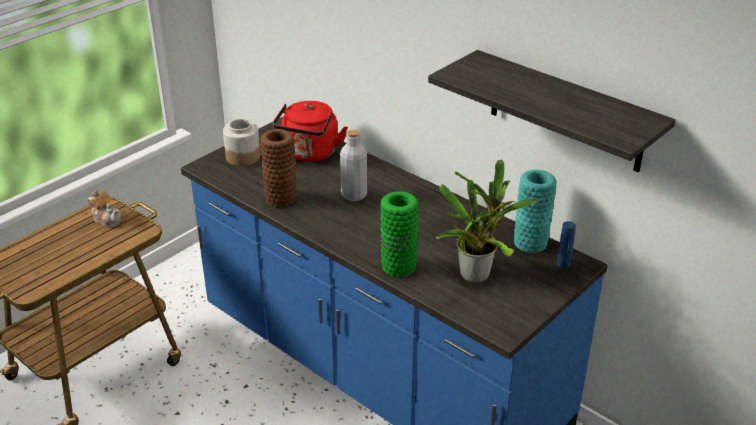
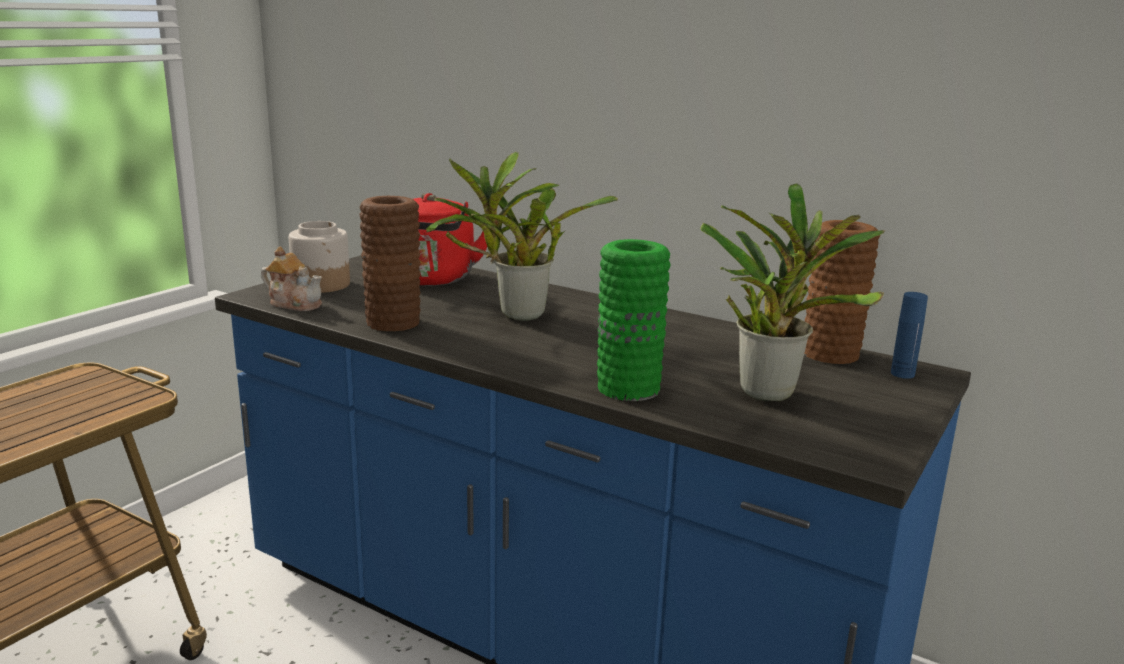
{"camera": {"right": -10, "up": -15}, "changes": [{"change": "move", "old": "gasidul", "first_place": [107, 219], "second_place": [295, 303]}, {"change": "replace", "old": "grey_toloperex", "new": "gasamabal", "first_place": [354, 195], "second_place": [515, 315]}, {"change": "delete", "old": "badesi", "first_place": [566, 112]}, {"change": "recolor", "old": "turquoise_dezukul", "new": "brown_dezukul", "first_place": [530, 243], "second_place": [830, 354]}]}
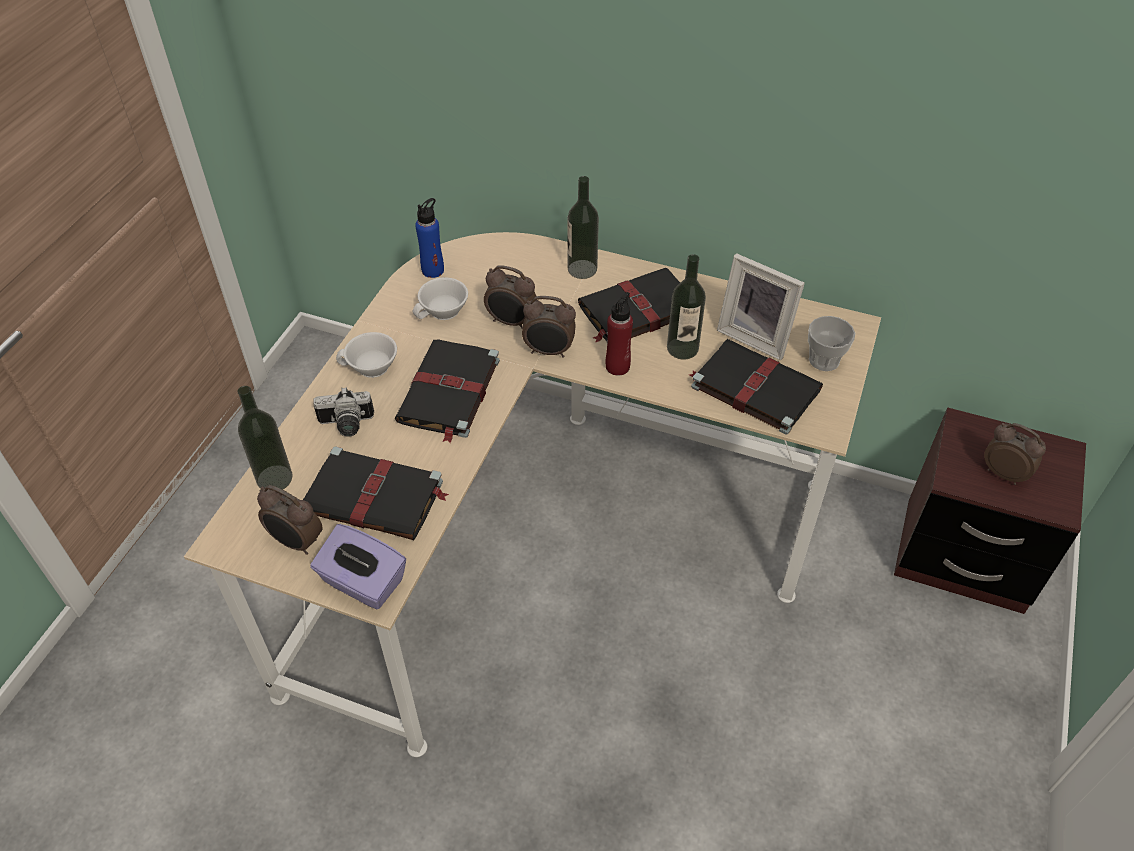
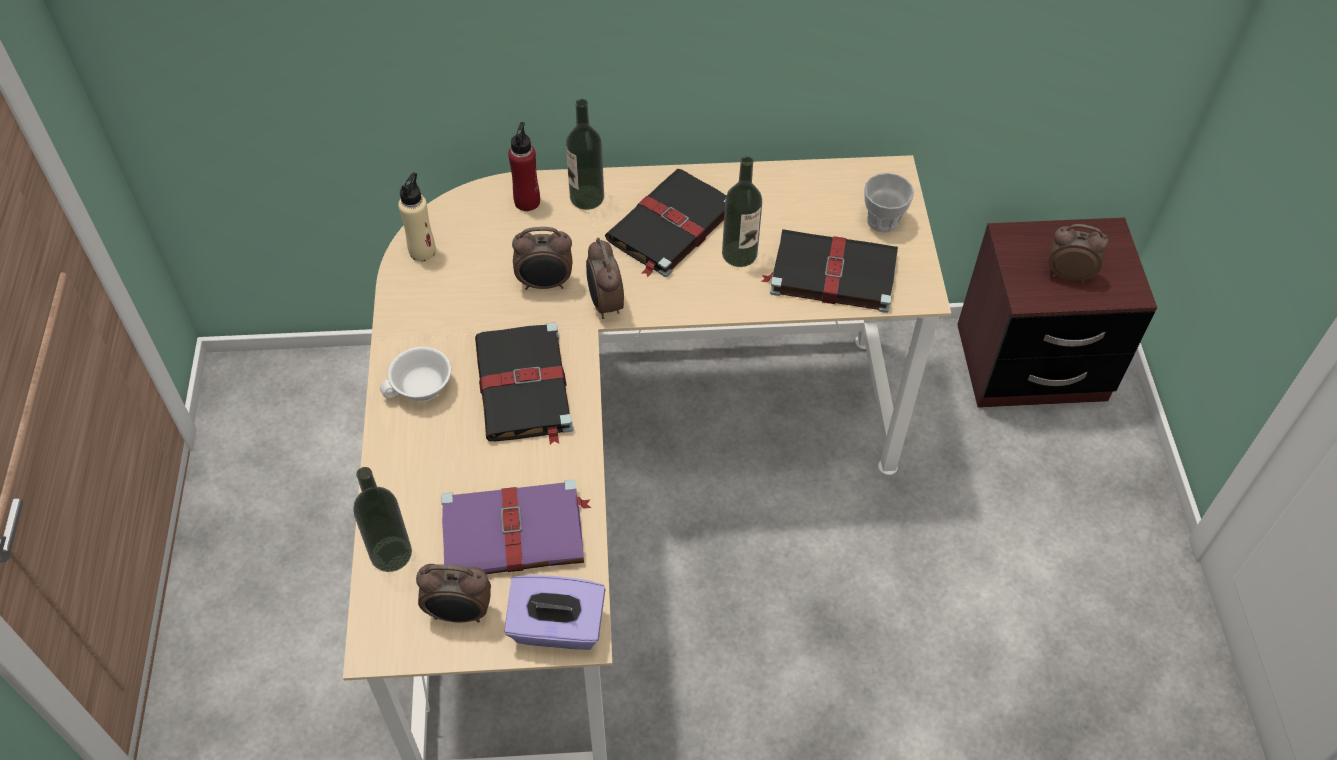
{"camera": {"right": -25, "up": 5}, "changes": [{"change": "recolor", "old": "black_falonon", "new": "purple_falonon", "first_place": [376, 498], "second_place": [515, 532]}, {"change": "delete", "old": "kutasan", "first_place": [346, 425]}, {"change": "delete", "old": "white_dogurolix", "first_place": [444, 312]}, {"change": "recolor", "old": "blue_toloperex", "new": "beige_toloperex", "first_place": [433, 270], "second_place": [422, 251]}, {"change": "rotate", "old": "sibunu", "first_place": [549, 351], "second_place": [605, 304], "degrees": 90}, {"change": "move", "old": "red_toloperex", "first_place": [617, 366], "second_place": [527, 201]}, {"change": "delete", "old": "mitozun", "first_place": [756, 336]}]}
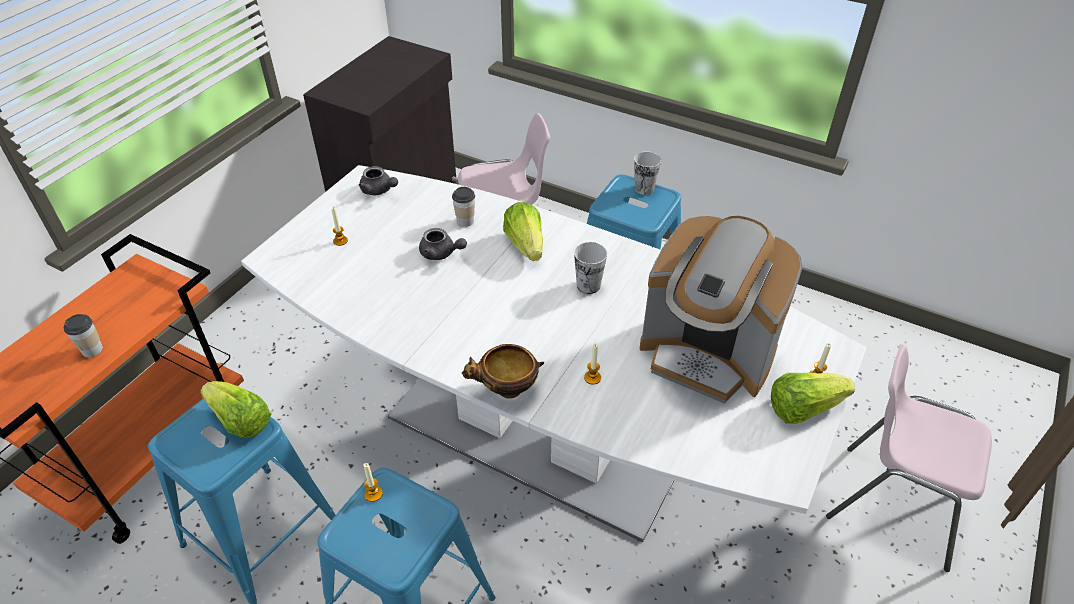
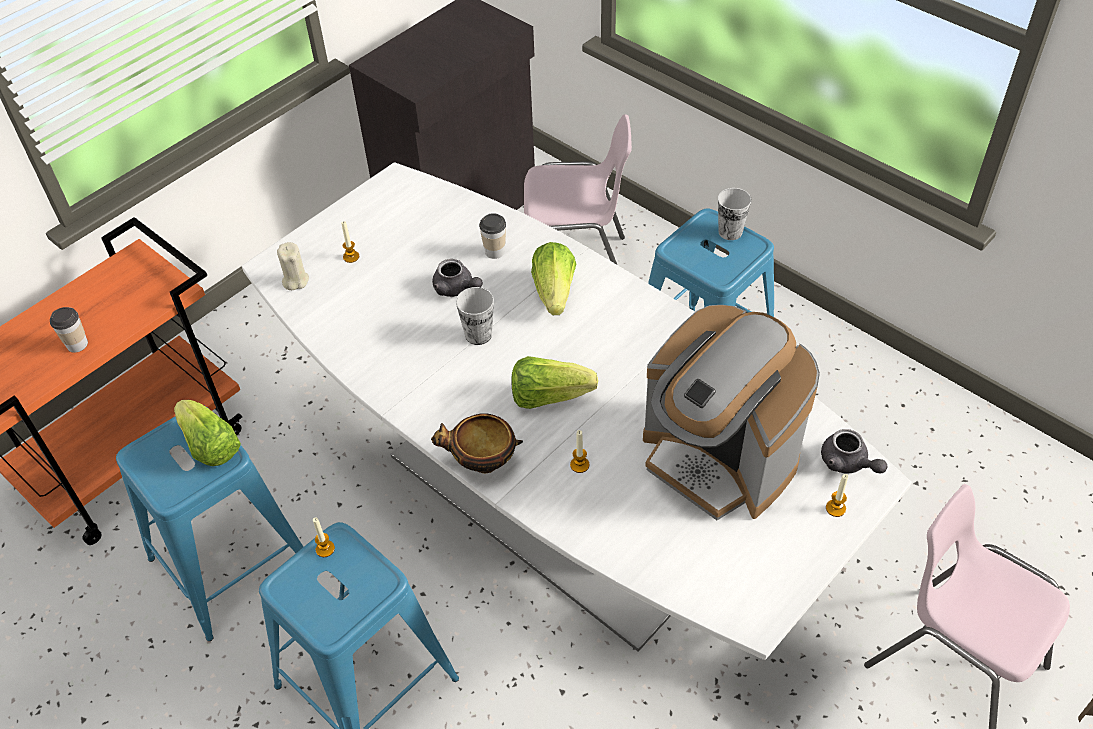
{"camera": {"right": 15, "up": 5}, "changes": [{"change": "move", "old": "grey_gasidul", "first_place": [379, 190], "second_place": [848, 463]}, {"change": "move", "old": "dogurolix", "first_place": [588, 285], "second_place": [478, 335]}, {"change": "move", "old": "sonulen", "first_place": [803, 408], "second_place": [549, 396]}, {"change": "insert", "new": "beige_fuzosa", "second_place": [295, 280]}]}
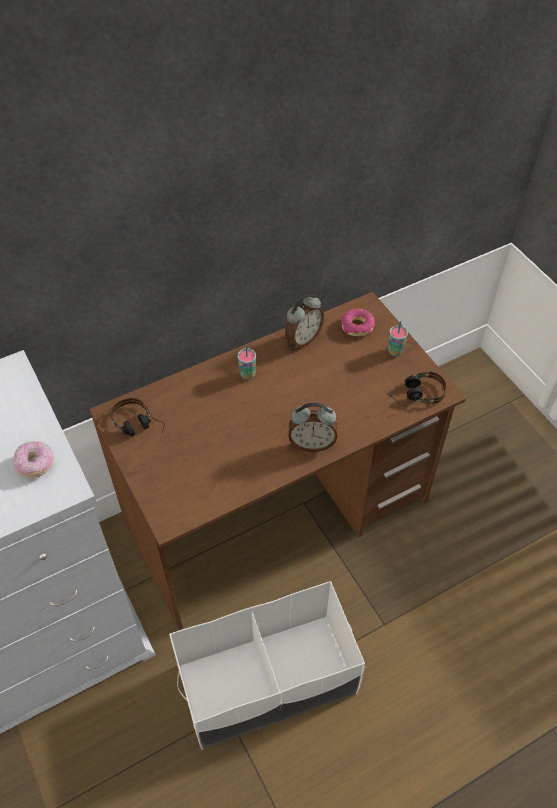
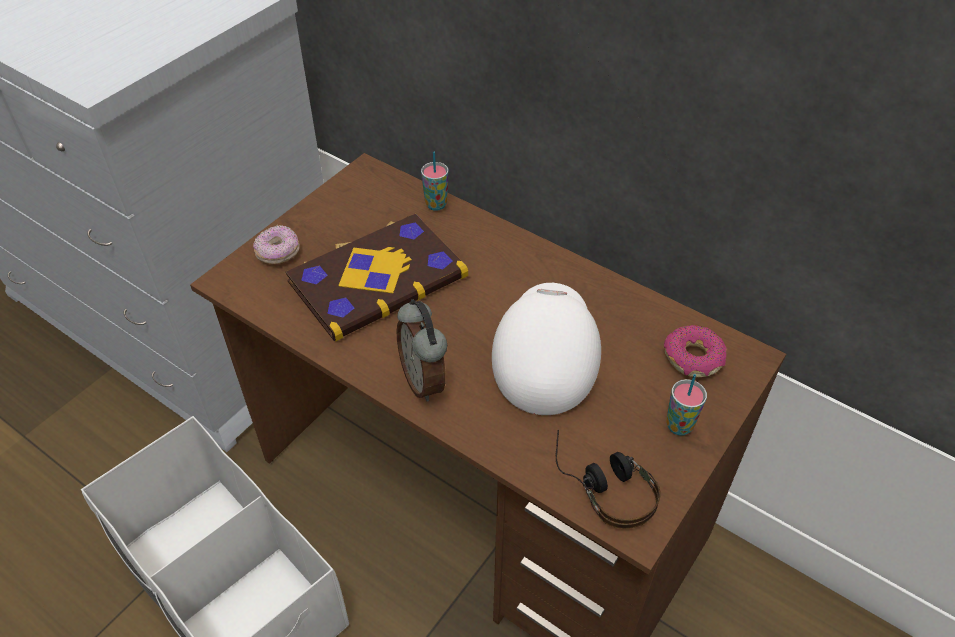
{"camera": {"right": 65, "up": -5}, "changes": [{"change": "move", "old": "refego", "first_place": [36, 464], "second_place": [278, 253]}, {"change": "delete", "old": "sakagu", "first_place": [139, 427]}, {"change": "move", "old": "dogurolix", "first_place": [247, 374], "second_place": [436, 204]}, {"change": "delete", "old": "sibunu", "first_place": [303, 338]}, {"change": "insert", "new": "falonon", "second_place": [376, 278]}, {"change": "insert", "new": "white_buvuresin", "second_place": [543, 361]}]}
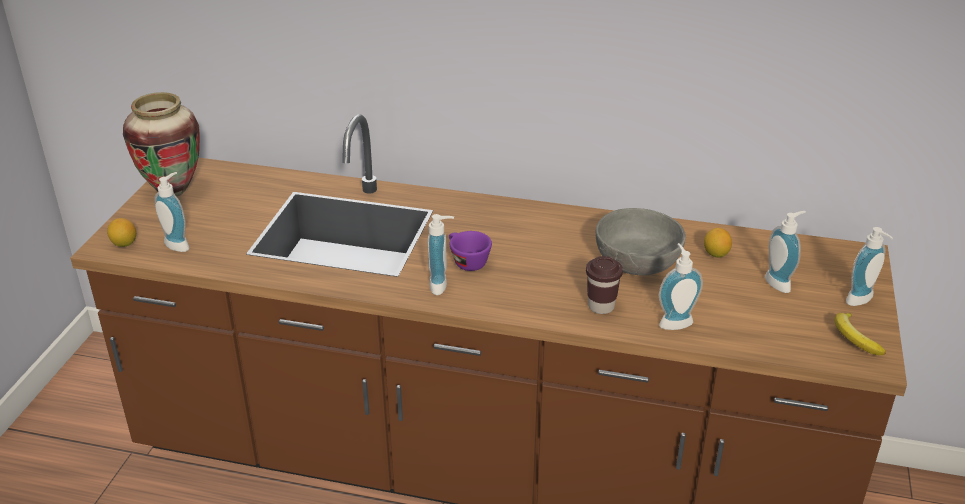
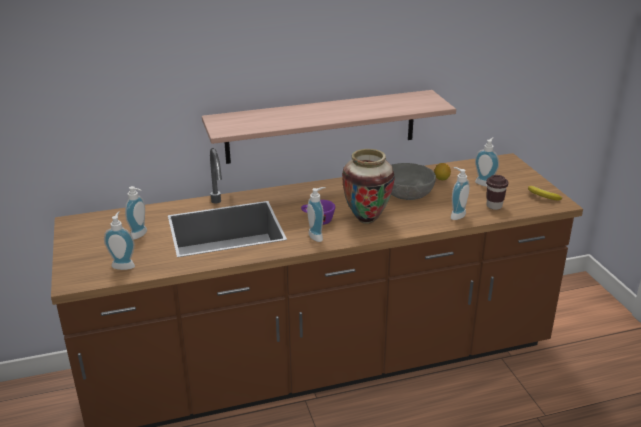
{"camera": {"right": -30, "up": -5}, "changes": [{"change": "delete", "old": "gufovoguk", "first_place": [124, 244]}, {"change": "move", "old": "dezukul", "first_place": [173, 191], "second_place": [366, 219]}, {"change": "move", "old": "brown_dogurolix", "first_place": [601, 306], "second_place": [494, 206]}, {"change": "move", "old": "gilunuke", "first_place": [862, 301], "second_place": [141, 235]}, {"change": "insert", "new": "badesi", "second_place": [321, 126]}]}
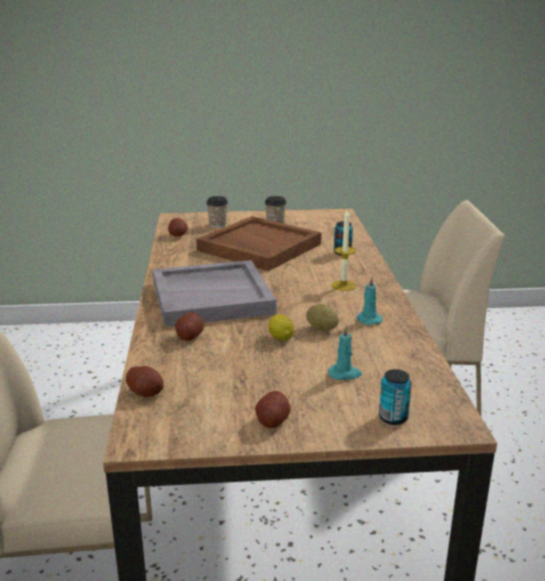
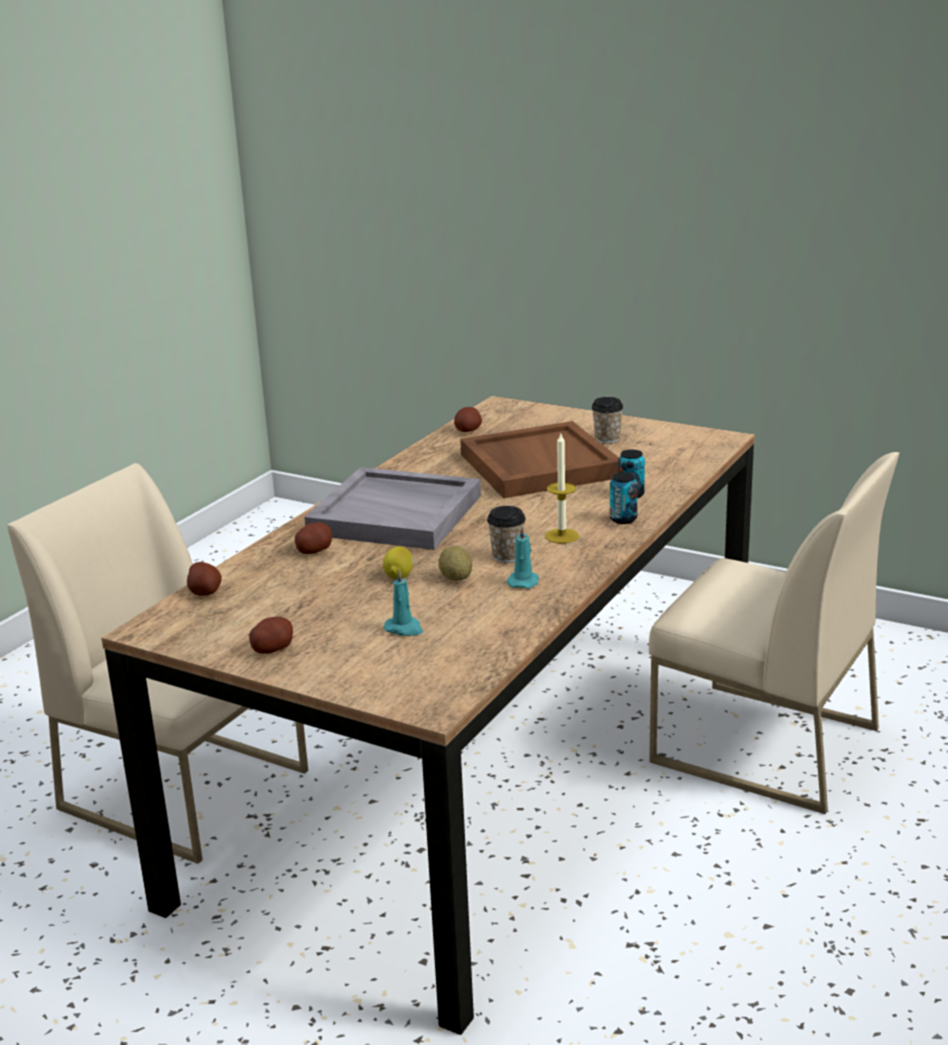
{"camera": {"right": 35, "up": 0}, "changes": [{"change": "move", "old": "dogurolix", "first_place": [217, 225], "second_place": [507, 556]}, {"change": "move", "old": "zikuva", "first_place": [393, 418], "second_place": [623, 519]}]}
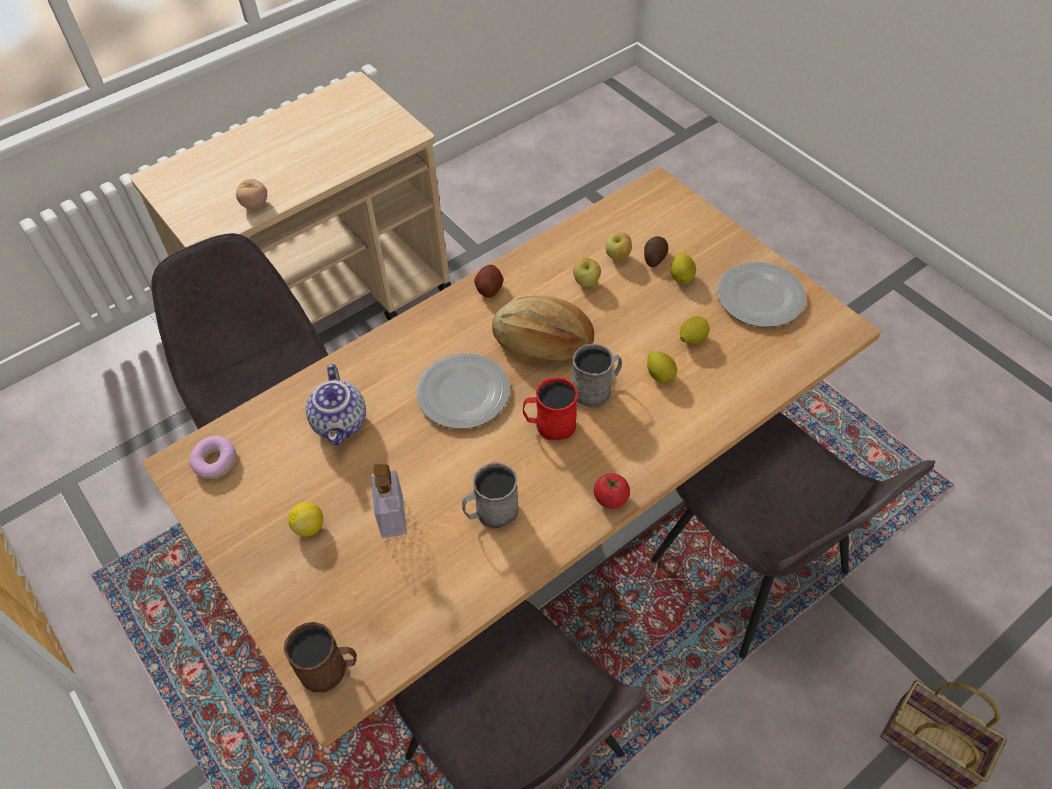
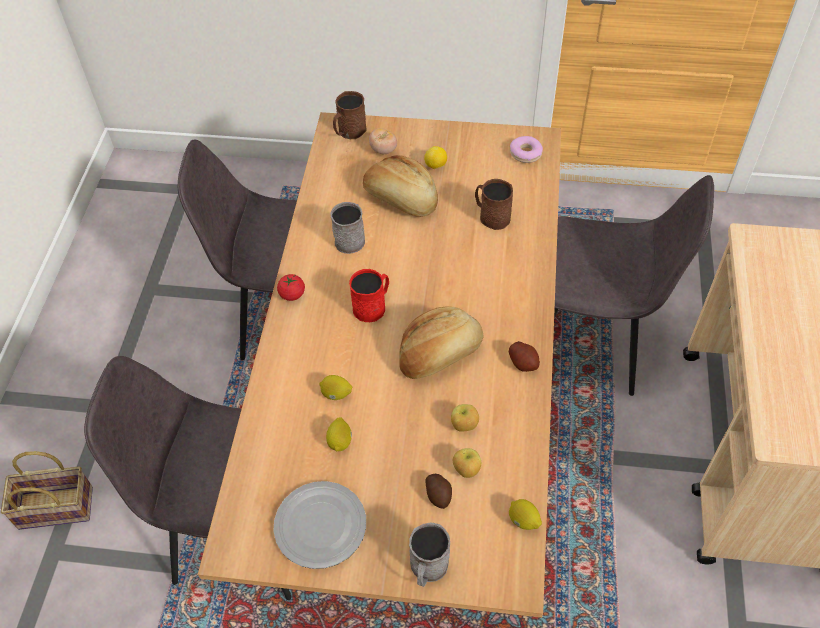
{"camera": {"right": 135, "up": 0}, "changes": [{"change": "move", "old": "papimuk", "first_place": [255, 204], "second_place": [383, 150]}, {"change": "replace", "old": "gasidul", "new": "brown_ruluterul", "first_place": [341, 423], "second_place": [491, 216]}, {"change": "replace", "old": "gilunuke", "new": "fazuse", "first_place": [392, 516], "second_place": [401, 199]}, {"change": "delete", "old": "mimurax", "first_place": [462, 392]}, {"change": "move", "old": "grey_ruluterul", "first_place": [596, 389], "second_place": [428, 568]}, {"change": "move", "old": "gufovoguk", "first_place": [682, 277], "second_place": [523, 520]}]}
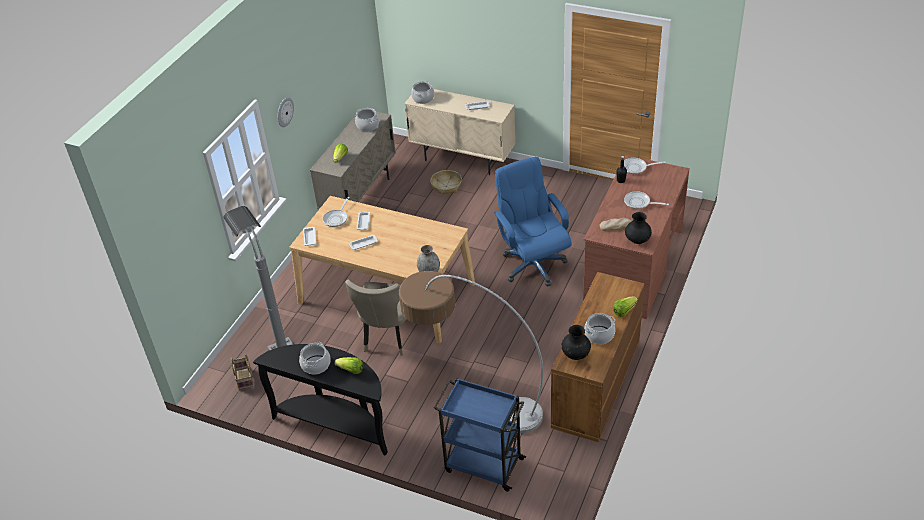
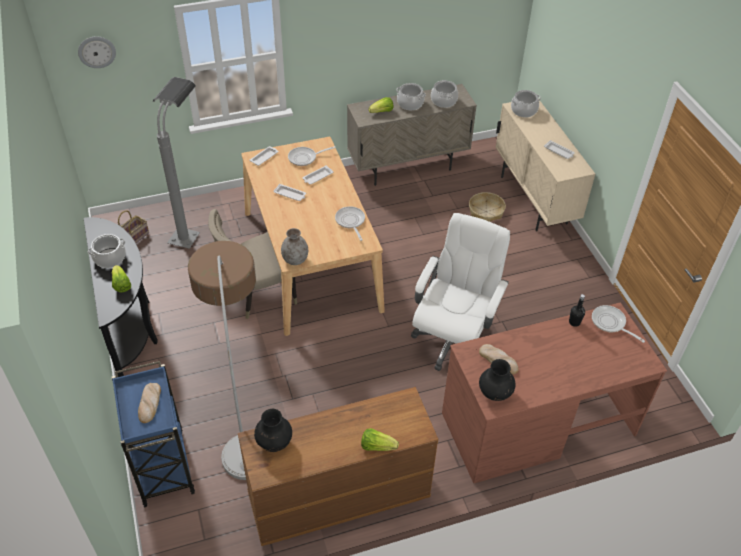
{"camera": {"right": 45, "up": 5}, "changes": [{"change": "move", "old": "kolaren", "first_place": [284, 112], "second_place": [96, 51]}, {"change": "recolor", "old": "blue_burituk", "new": "white_burituk", "first_place": [532, 264], "second_place": [452, 339]}, {"change": "move", "old": "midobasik", "first_place": [599, 335], "second_place": [410, 103]}, {"change": "move", "old": "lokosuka", "first_place": [639, 203], "second_place": [350, 222]}, {"change": "insert", "new": "fazuse", "second_place": [150, 404]}]}
